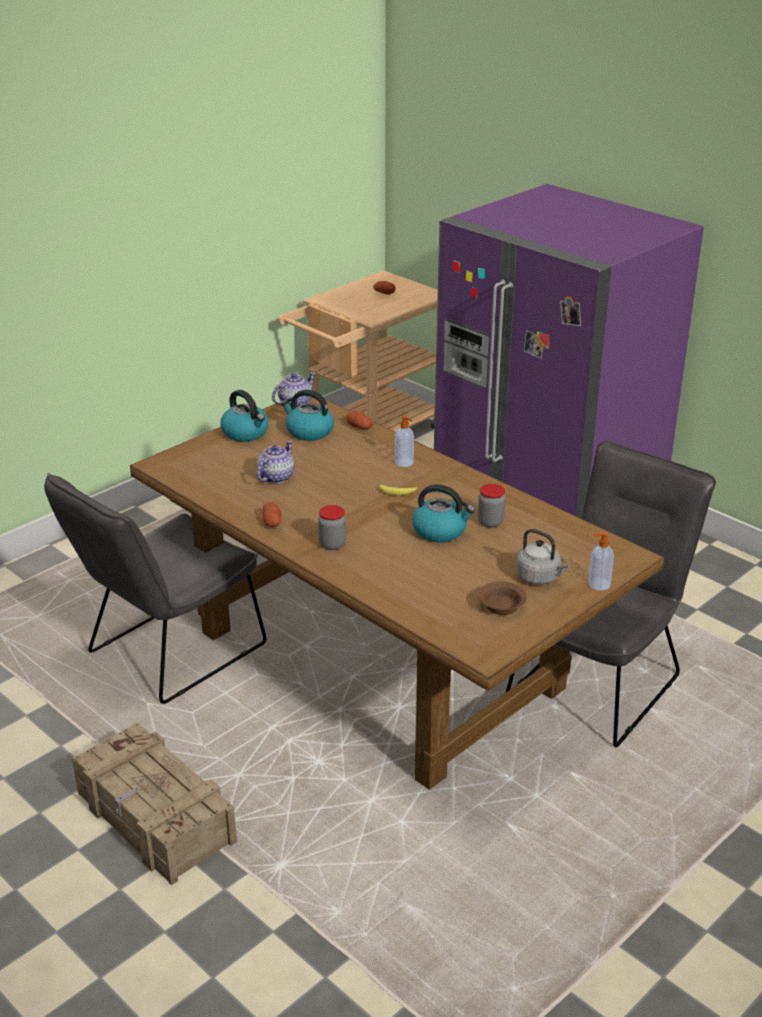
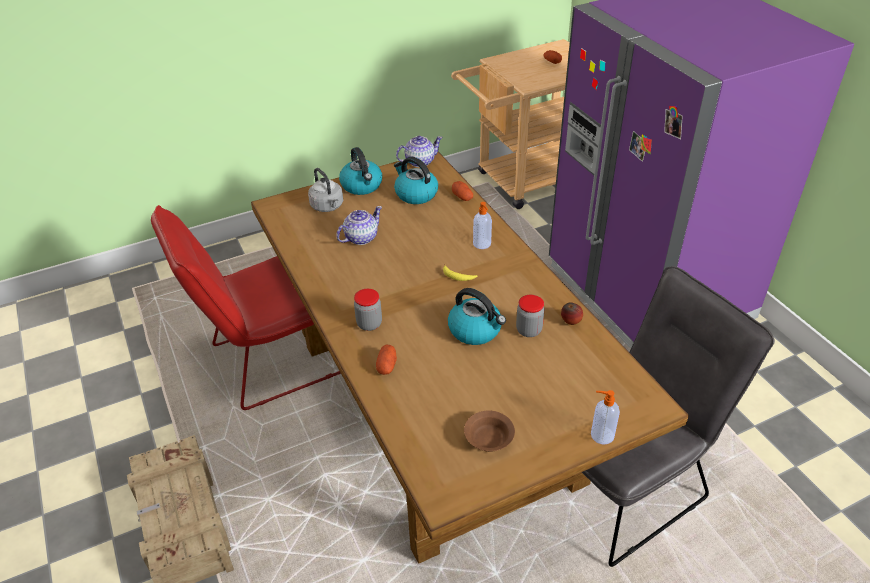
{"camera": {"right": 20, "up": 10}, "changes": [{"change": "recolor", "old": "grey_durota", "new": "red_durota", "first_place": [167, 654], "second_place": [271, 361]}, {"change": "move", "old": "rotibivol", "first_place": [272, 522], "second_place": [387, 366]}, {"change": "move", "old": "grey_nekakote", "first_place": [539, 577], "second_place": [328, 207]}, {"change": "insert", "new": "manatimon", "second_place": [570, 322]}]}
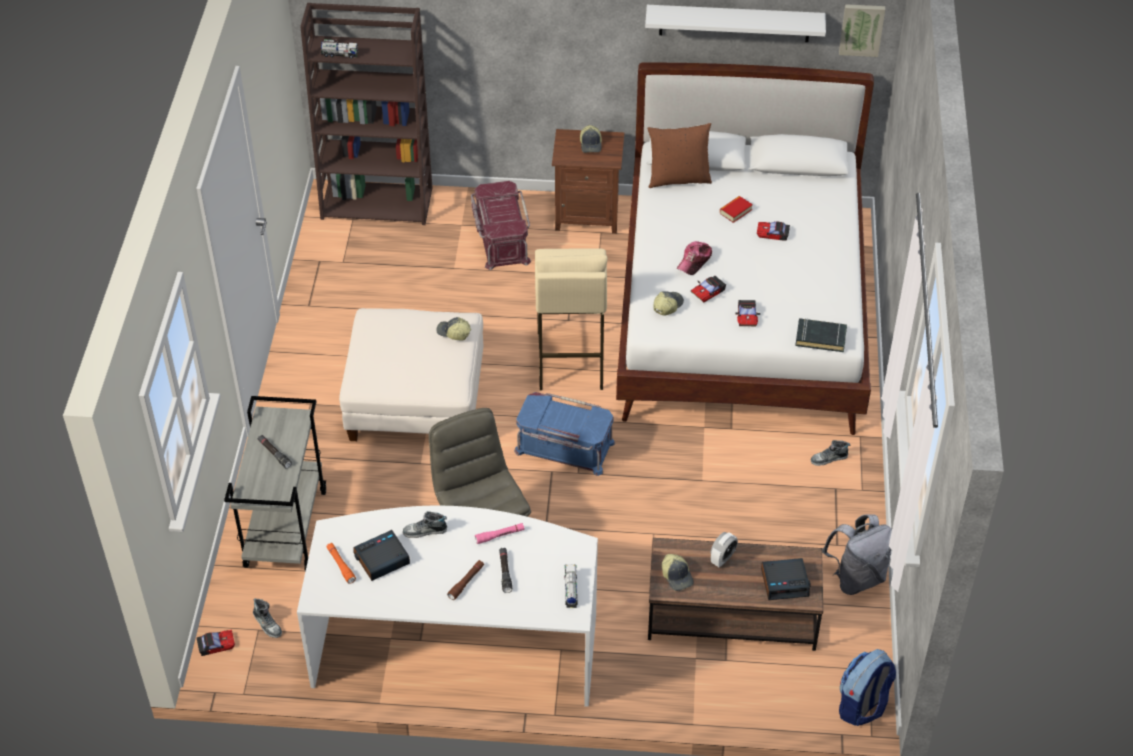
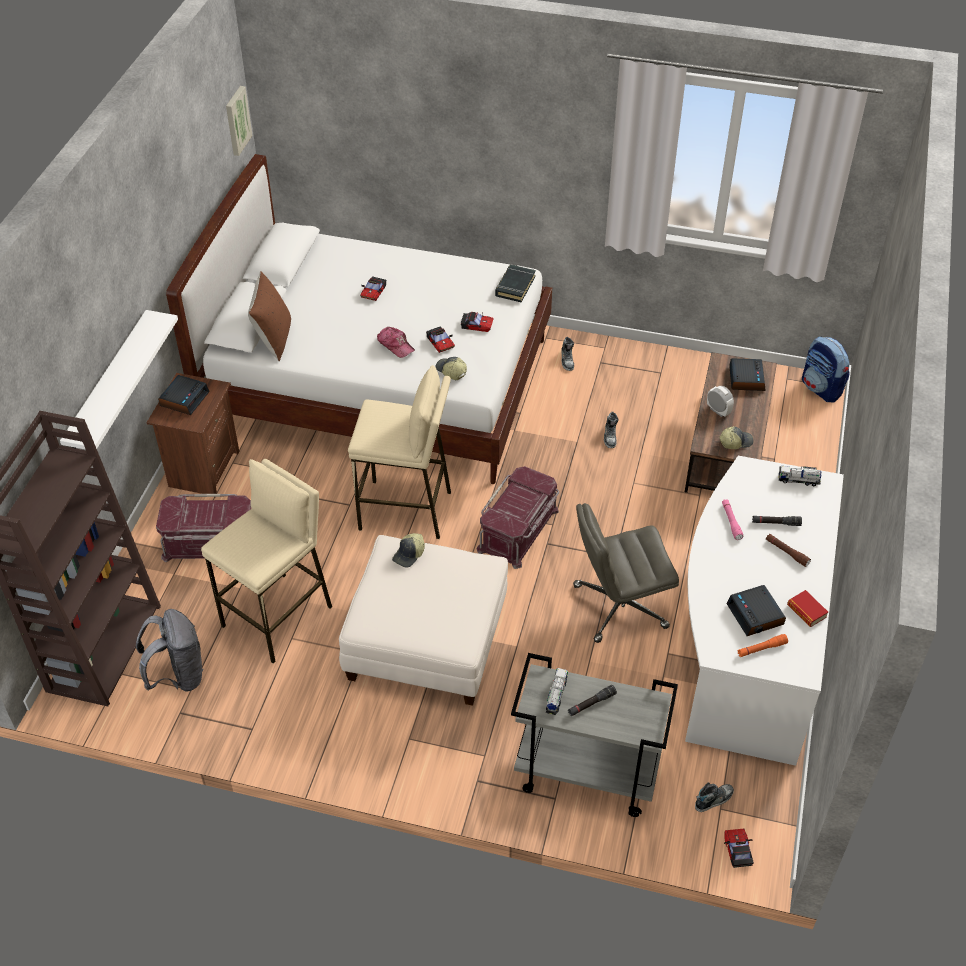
{"camera": {"right": -80, "up": 0}, "changes": [{"change": "move", "old": "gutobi", "first_place": [339, 54], "second_place": [556, 696]}, {"change": "move", "old": "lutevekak", "first_place": [425, 531], "second_place": [610, 436]}, {"change": "recolor", "old": "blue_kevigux", "new": "red_kevigux", "first_place": [564, 447], "second_place": [519, 530]}, {"change": "replace", "old": "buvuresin", "new": "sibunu", "first_place": [591, 144], "second_place": [184, 399]}, {"change": "move", "old": "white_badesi", "first_place": [734, 23], "second_place": [108, 386]}, {"change": "move", "old": "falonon", "first_place": [735, 211], "second_place": [806, 611]}, {"change": "move", "old": "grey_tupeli", "first_place": [856, 577], "second_place": [178, 675]}, {"change": "insert", "new": "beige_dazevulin", "second_place": [278, 617]}]}
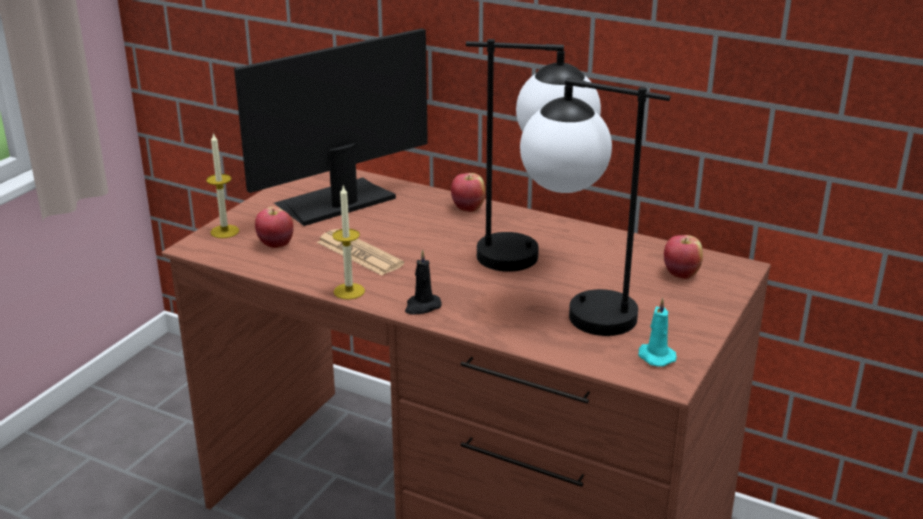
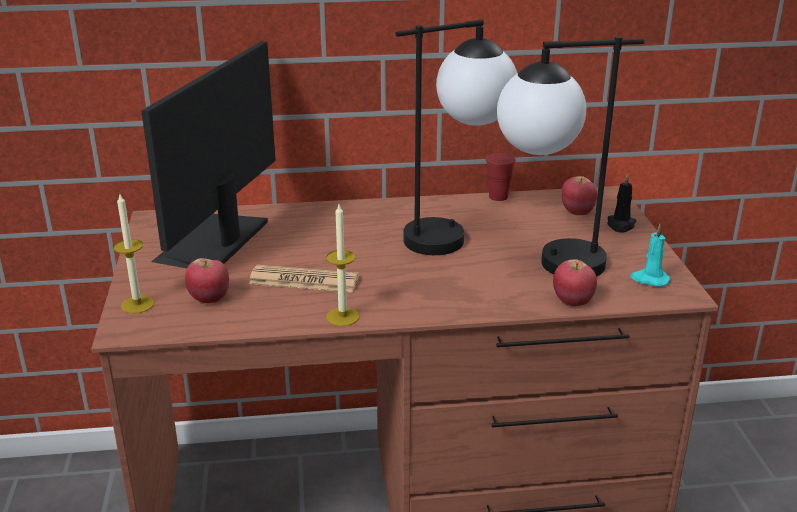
{"camera": {"right": -35, "up": 0}, "changes": [{"change": "move", "old": "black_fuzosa", "first_place": [422, 306], "second_place": [620, 225]}, {"change": "move", "old": "manatimon", "first_place": [468, 208], "second_place": [572, 301]}, {"change": "insert", "new": "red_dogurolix", "second_place": [498, 197]}]}
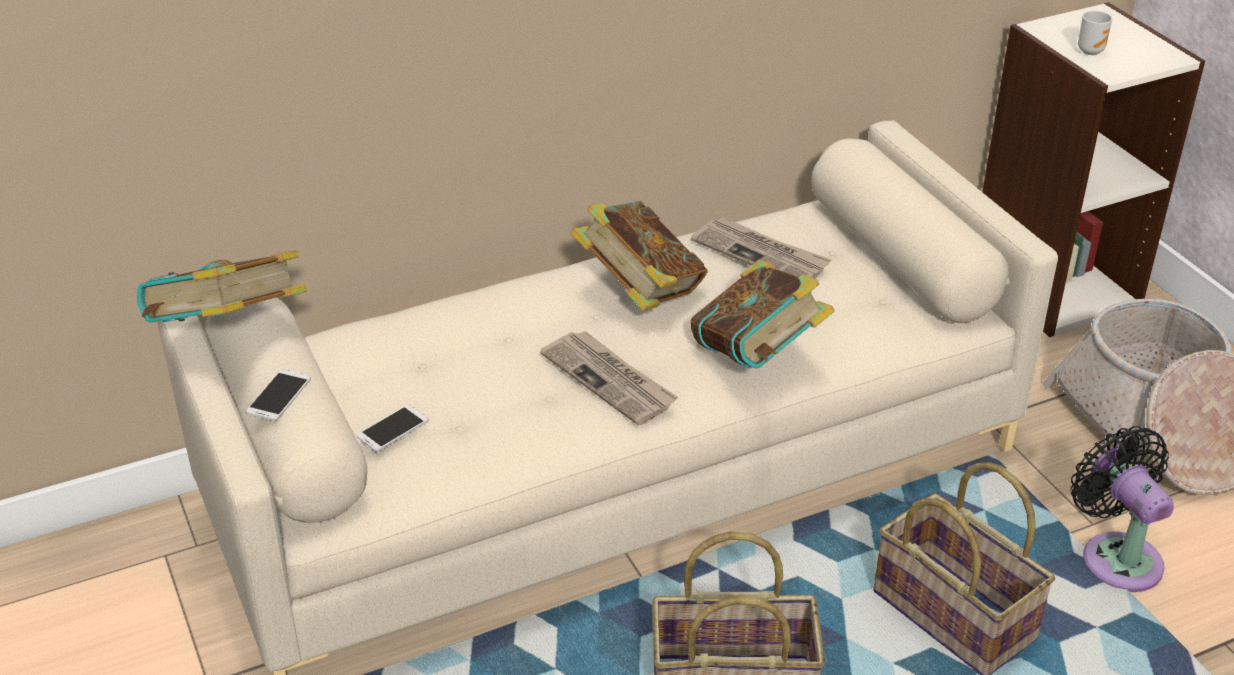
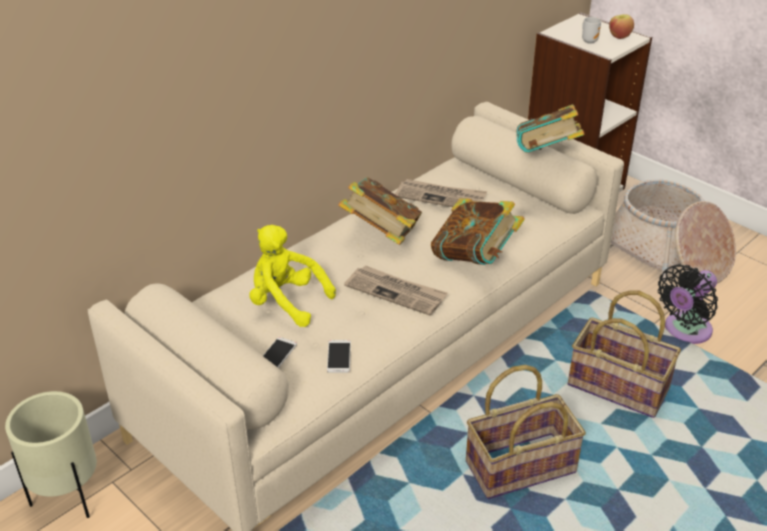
{"camera": {"right": -20, "up": 0}, "changes": [{"change": "move", "old": "falonon", "first_place": [229, 333], "second_place": [547, 156]}, {"change": "move", "old": "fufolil", "first_place": [279, 395], "second_place": [339, 356]}, {"change": "rotate", "old": "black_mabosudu", "first_place": [1116, 556], "second_place": [684, 330], "degrees": -90}, {"change": "insert", "new": "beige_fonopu", "second_place": [69, 497]}, {"change": "insert", "new": "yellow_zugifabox", "second_place": [286, 302]}, {"change": "insert", "new": "manatimon", "second_place": [619, 36]}]}
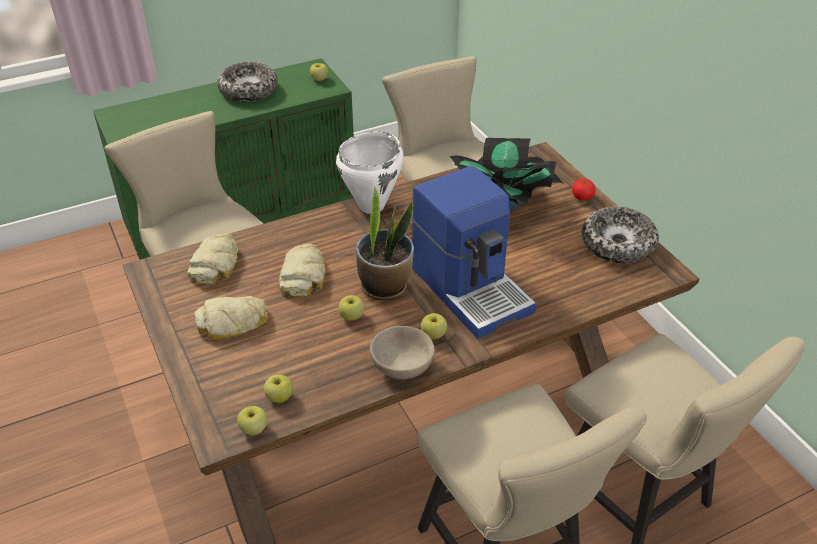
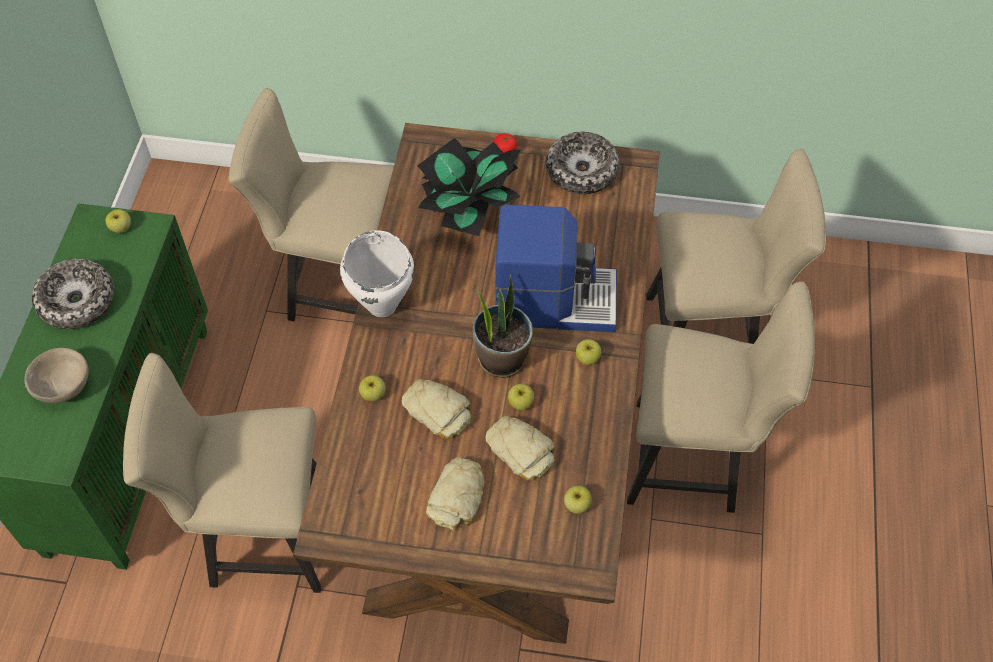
{"camera": {"right": -55, "up": 15}, "changes": [{"change": "move", "old": "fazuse", "first_place": [216, 264], "second_place": [521, 450]}, {"change": "move", "old": "manatimon", "first_place": [254, 429], "second_place": [373, 394]}, {"change": "move", "old": "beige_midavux", "first_place": [402, 367], "second_place": [64, 386]}]}
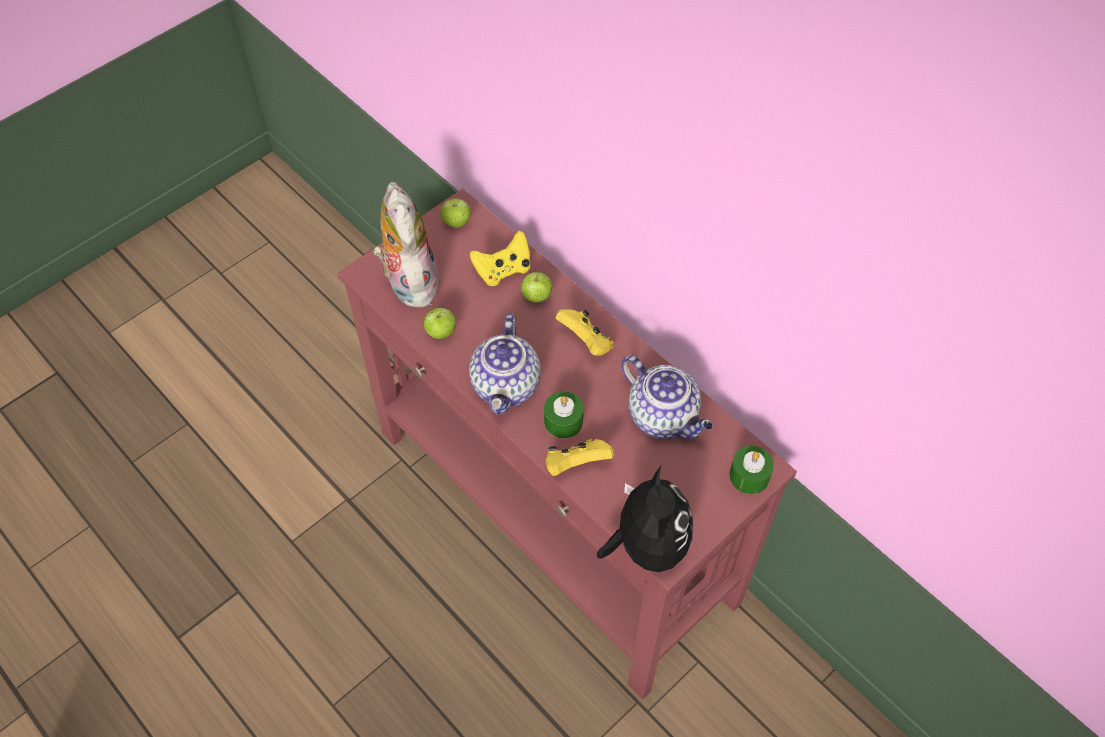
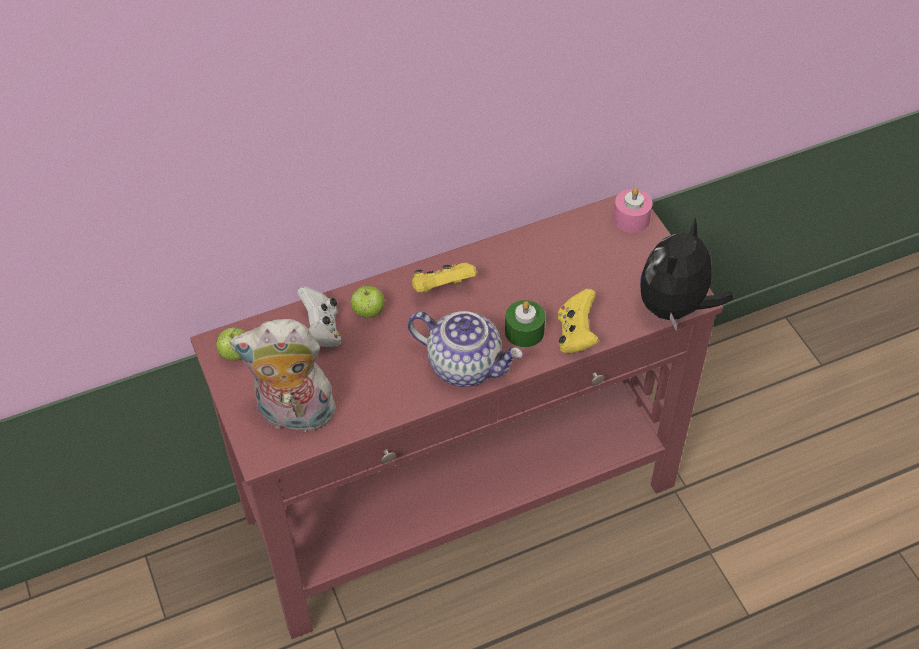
{"camera": {"right": -70, "up": -5}, "changes": [{"change": "delete", "old": "manatimon", "first_place": [440, 332]}, {"change": "recolor", "old": "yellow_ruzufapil", "new": "white_ruzufapil", "first_place": [503, 270], "second_place": [321, 330]}, {"change": "rotate", "old": "zugifabox", "first_place": [646, 545], "second_place": [675, 308], "degrees": -75}, {"change": "delete", "old": "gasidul", "first_place": [664, 417]}, {"change": "recolor", "old": "green_fuzosa", "new": "pink_fuzosa", "first_place": [749, 476], "second_place": [631, 219]}]}
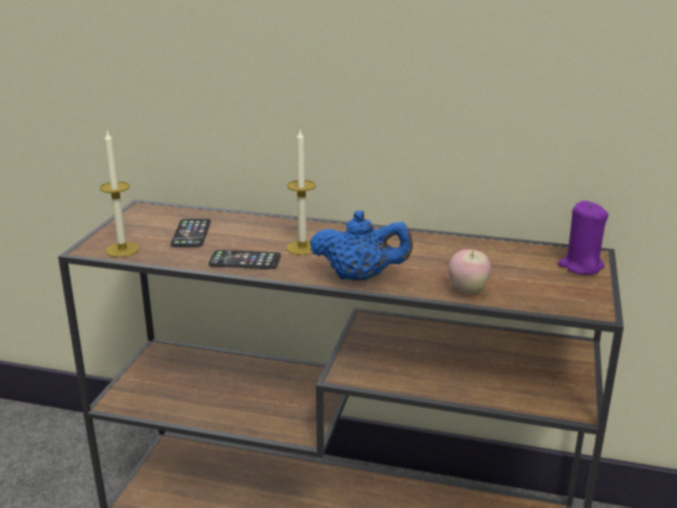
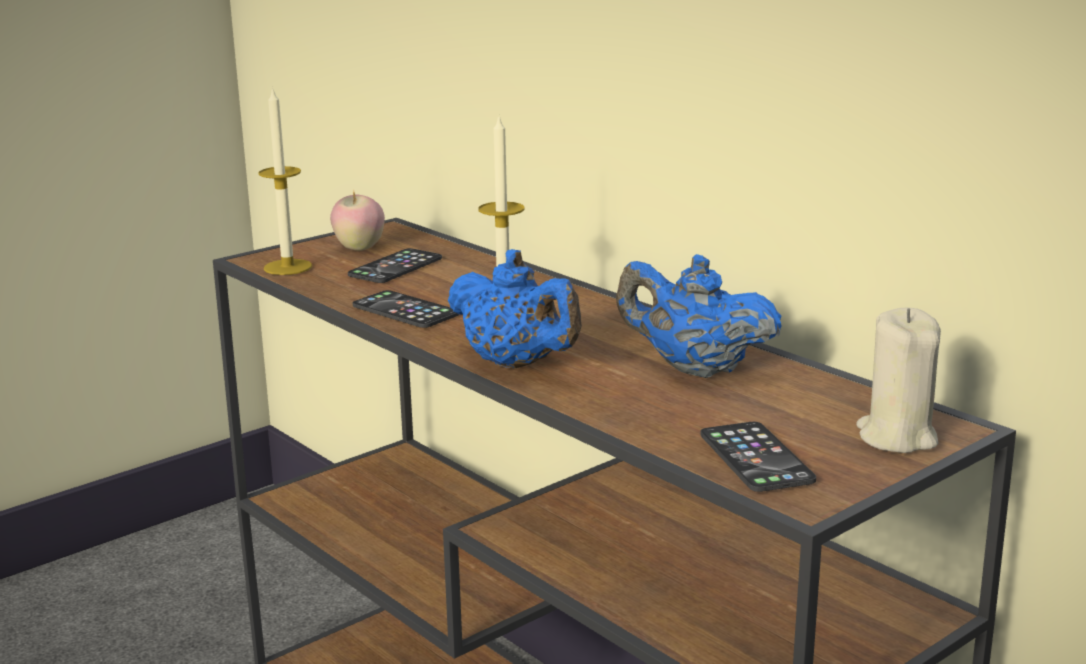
{"camera": {"right": 35, "up": -5}, "changes": [{"change": "move", "old": "manatimon", "first_place": [467, 290], "second_place": [359, 249]}, {"change": "recolor", "old": "purple_fuzosa", "new": "beige_fuzosa", "first_place": [580, 266], "second_place": [896, 437]}, {"change": "insert", "new": "blue_gasidul", "second_place": [694, 369]}, {"change": "insert", "new": "fufolil", "second_place": [756, 458]}]}
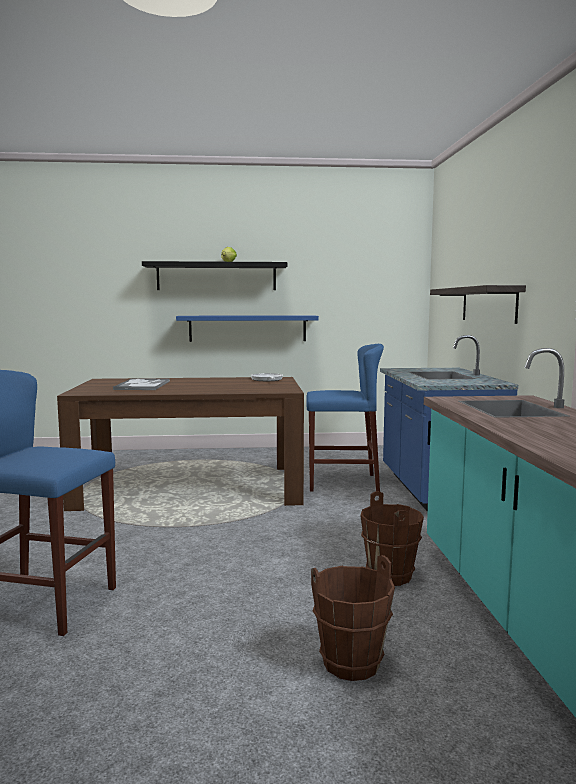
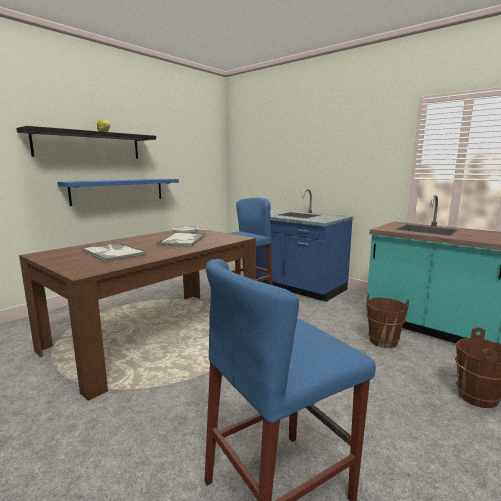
{"camera": {"right": -45, "up": 5}, "changes": [{"change": "delete", "old": "badesi", "first_place": [488, 304]}, {"change": "insert", "new": "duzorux", "second_place": [182, 240]}]}
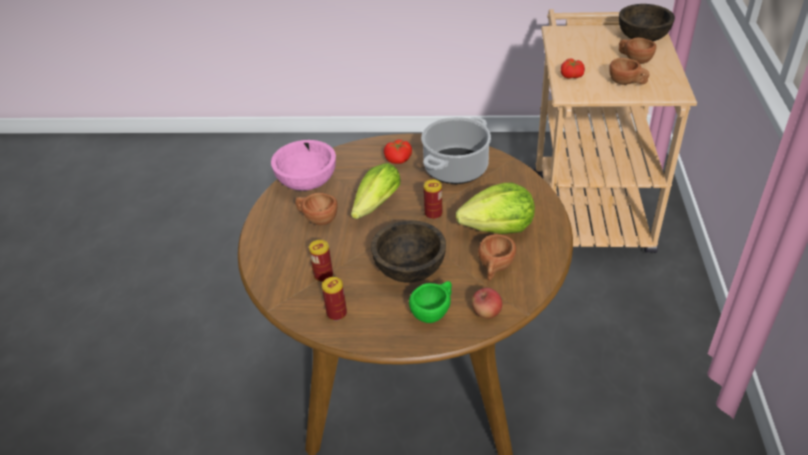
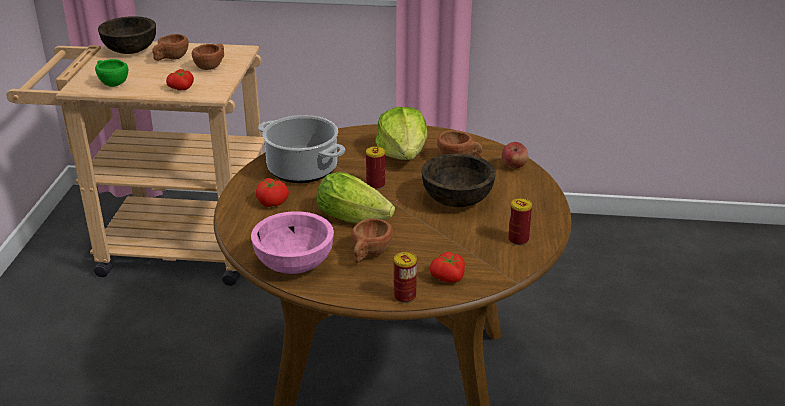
{"camera": {"right": -90, "up": -10}, "changes": [{"change": "move", "old": "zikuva", "first_place": [323, 275], "second_place": [405, 296]}, {"change": "move", "old": "green_dogurolix", "first_place": [434, 311], "second_place": [111, 83]}, {"change": "insert", "new": "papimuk", "second_place": [448, 278]}]}
